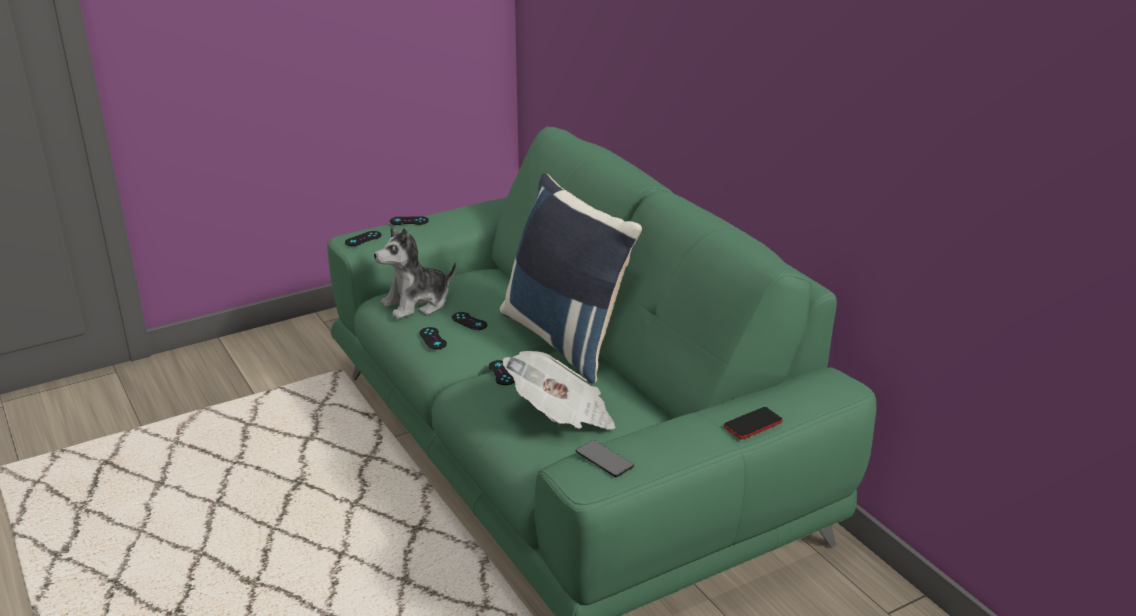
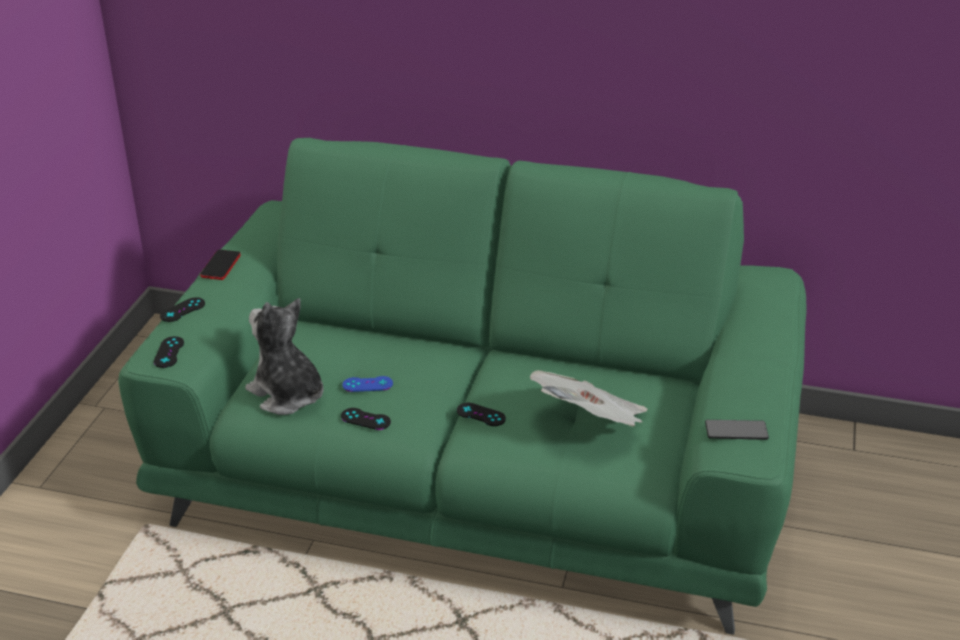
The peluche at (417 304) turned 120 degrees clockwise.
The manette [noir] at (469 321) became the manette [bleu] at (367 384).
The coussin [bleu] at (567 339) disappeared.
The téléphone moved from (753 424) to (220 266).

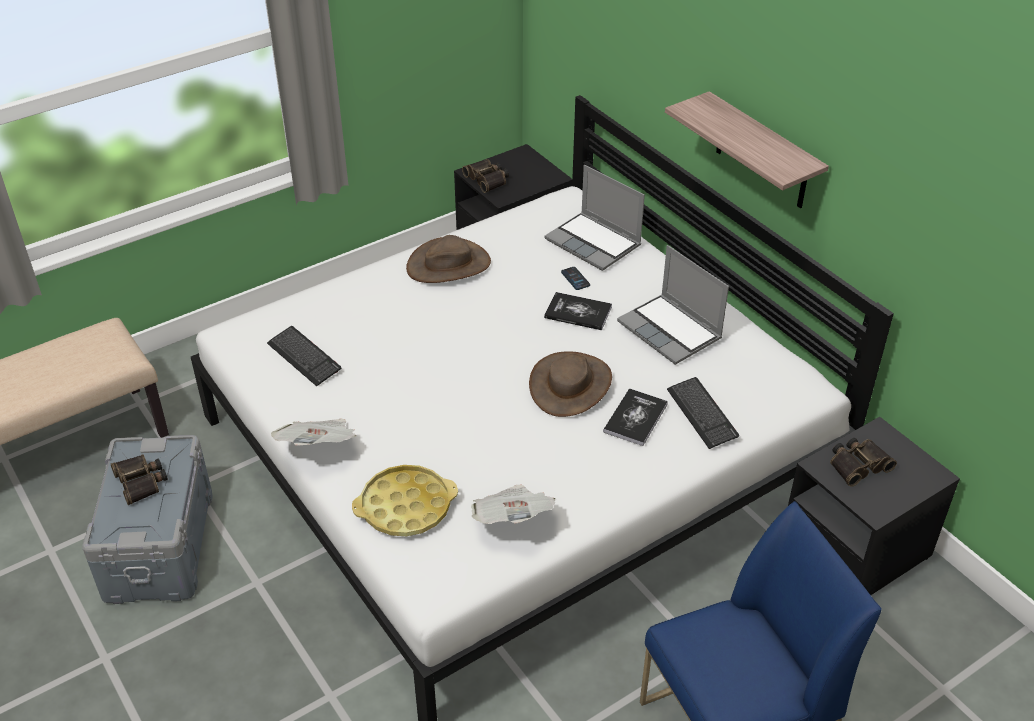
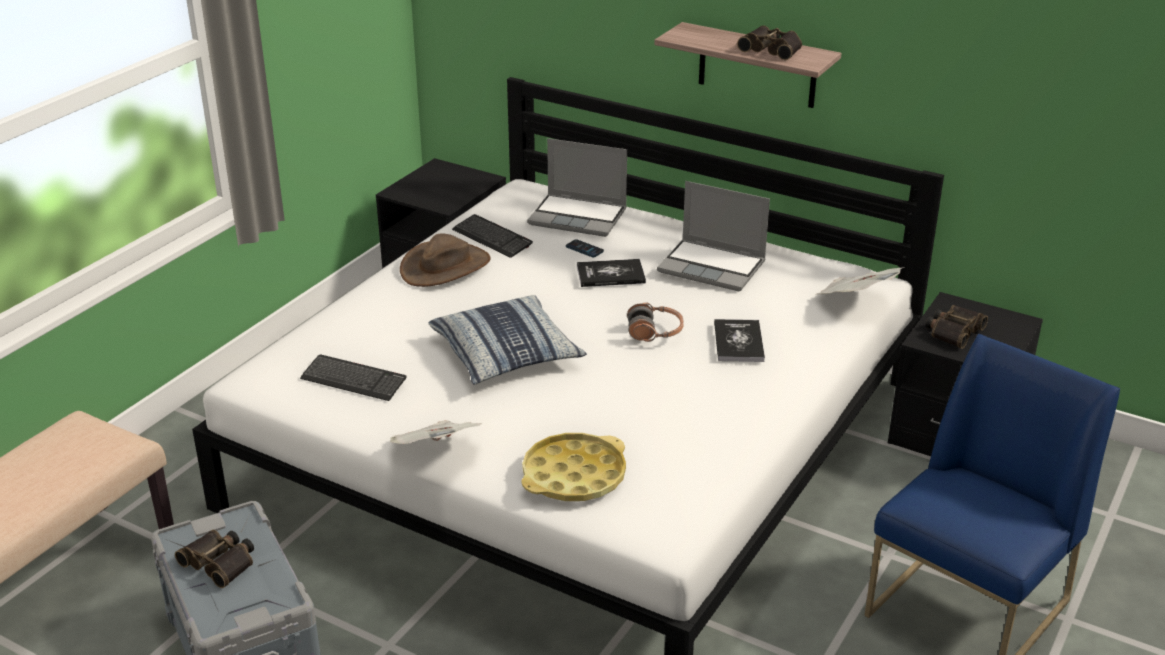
The jumelles moved from (487 179) to (772 49).
The journal moved from (512 520) to (856 300).
The chapeau [marron] at (571 385) was replaced by the casque audio at (655 332).
The clavier moved from (702 414) to (492 238).
The coussin at (506 354) appeared.

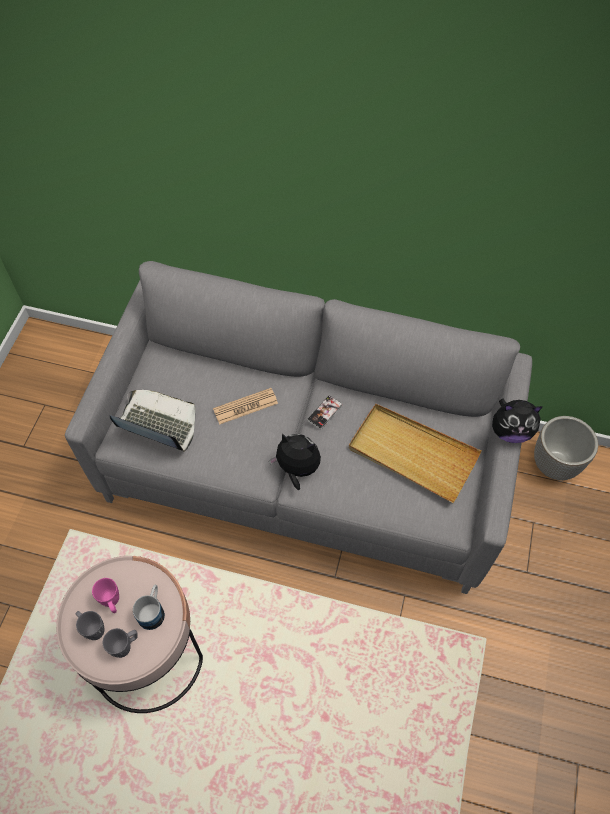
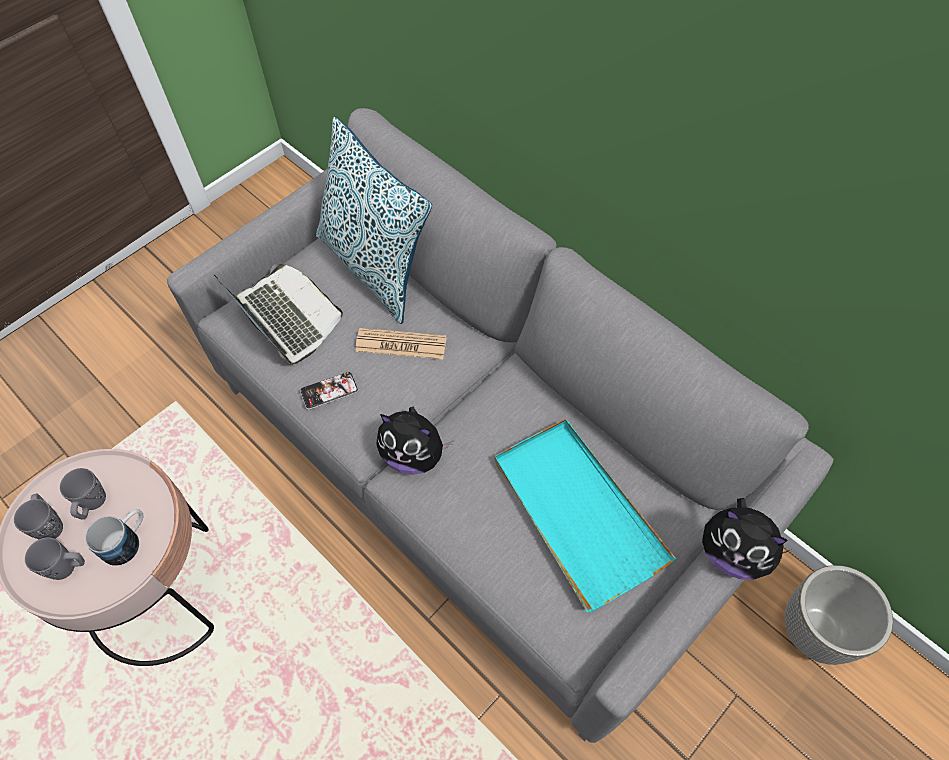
The mug [rose] at (112 602) became the mug [gris] at (92 504).
The peluche at (297 469) turned 150 degrees clockwise.
The téléphone moved from (325 412) to (329 391).
The plateau [beige] at (412 454) became the plateau [turquoise] at (576 512).
The coussin at (375 268) appeared.

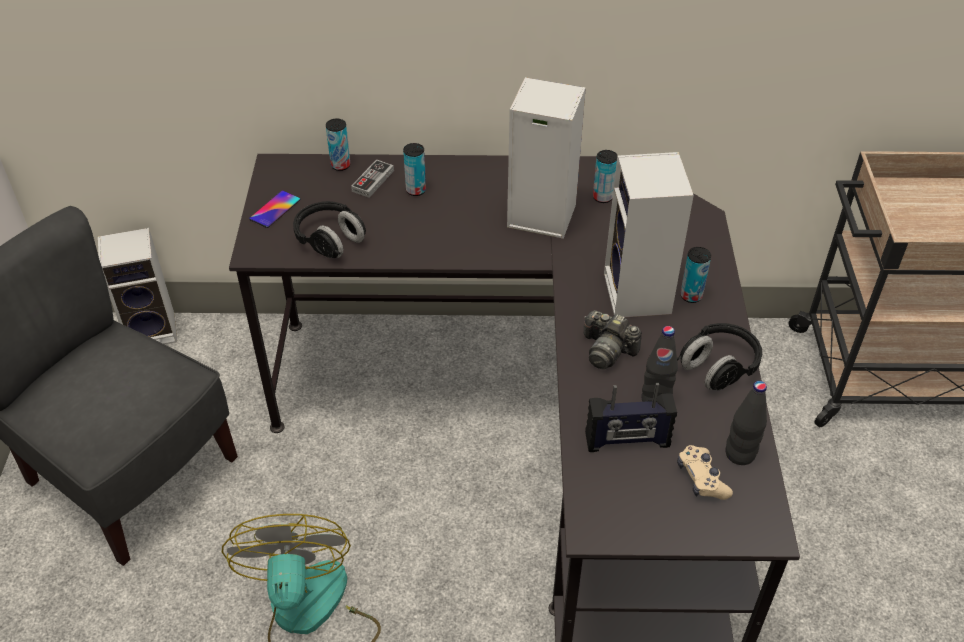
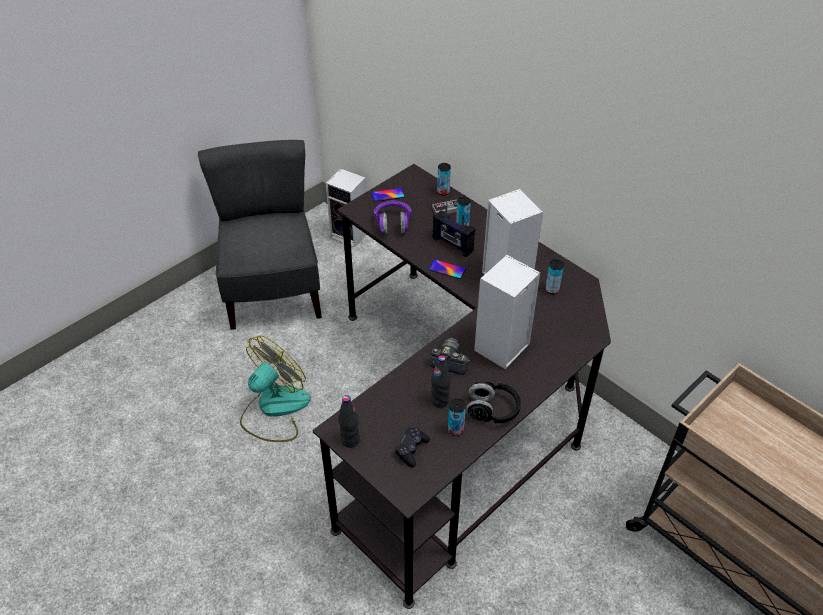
The casque audio [noir] at (330 240) became the casque audio [violet] at (393 225).
The appareil photo at (607 350) turned 120 degrees clockwise.
The radio moved from (627 441) to (452 245).
The manette [beige] at (701 479) became the manette [noir] at (411 449).
The boîte métallique moved from (691 296) to (455 430).
The bouteille [noir] moved from (740 454) to (350 440).
The téléphone at (447 269) appeared.

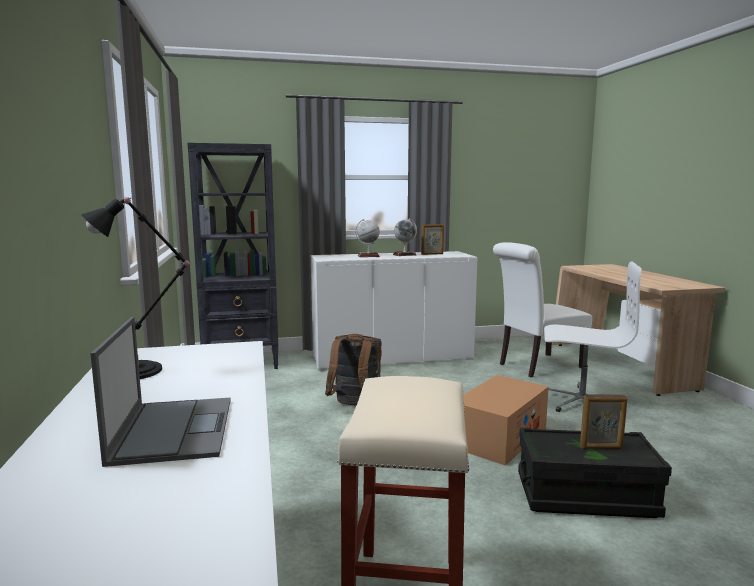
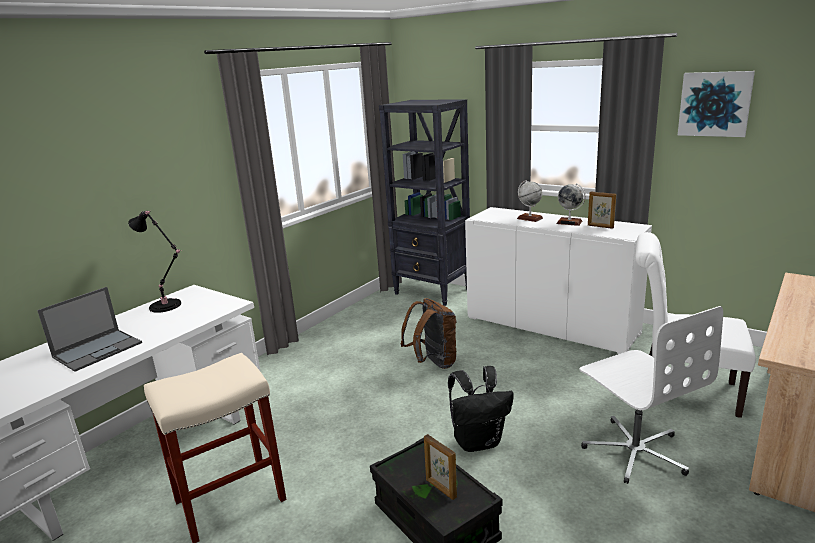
The carton at (499 437) was replaced by the sac à dos [noir] at (478 441).
The tableau at (714 104) appeared.

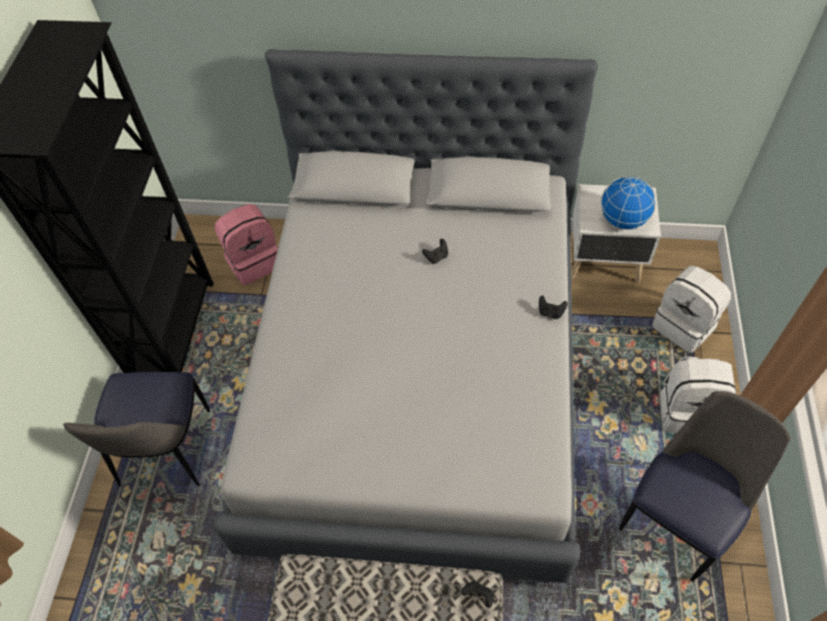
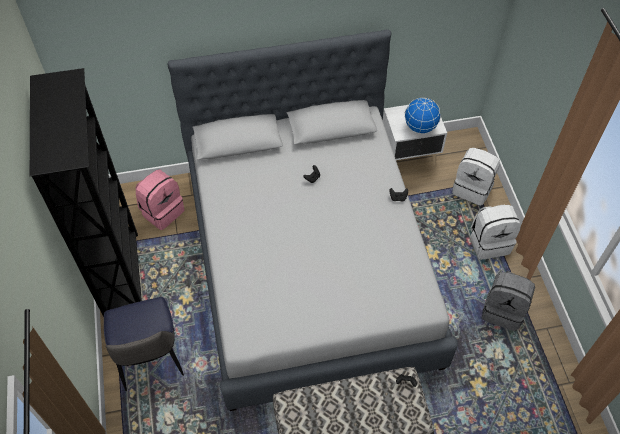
The chaise at (679 517) was replaced by the sac à dos [gris] at (503 310).

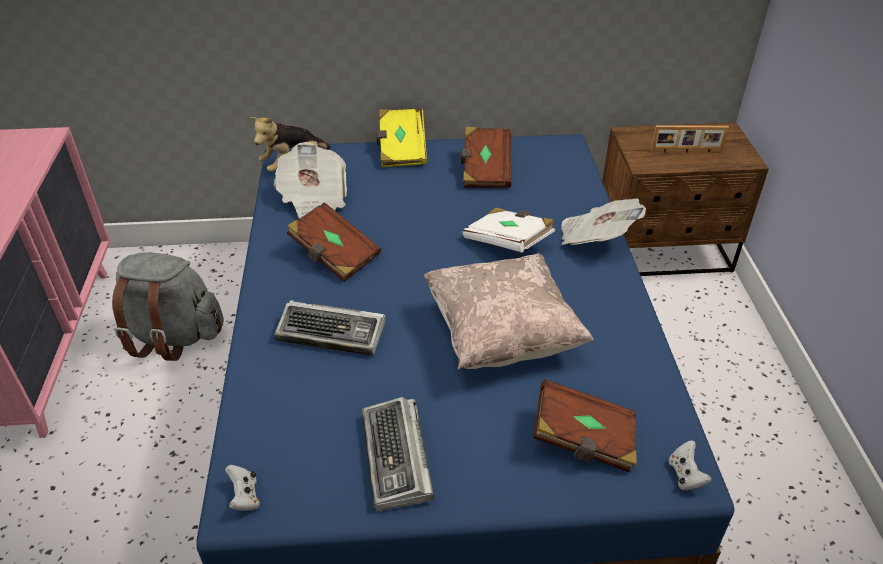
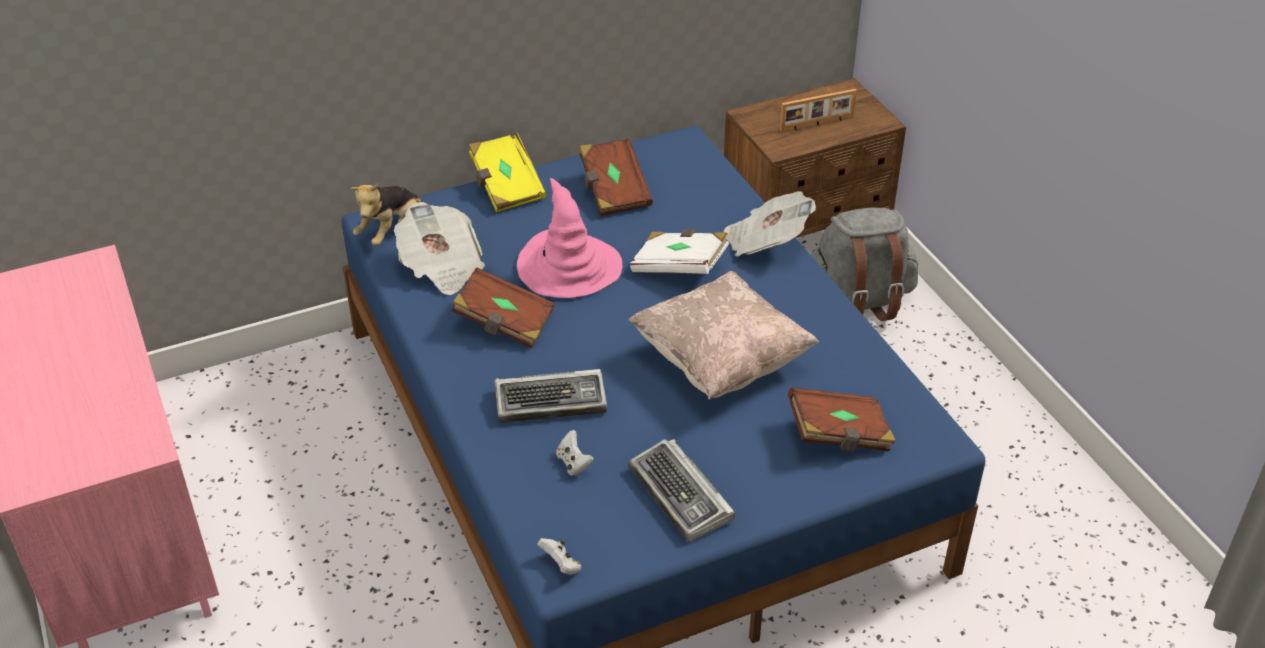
The sac à dos [gris] moved from (173 336) to (857 302).
The manette [blanc] moved from (685 475) to (573 463).
The chapeau [rose] at (568 268) appeared.

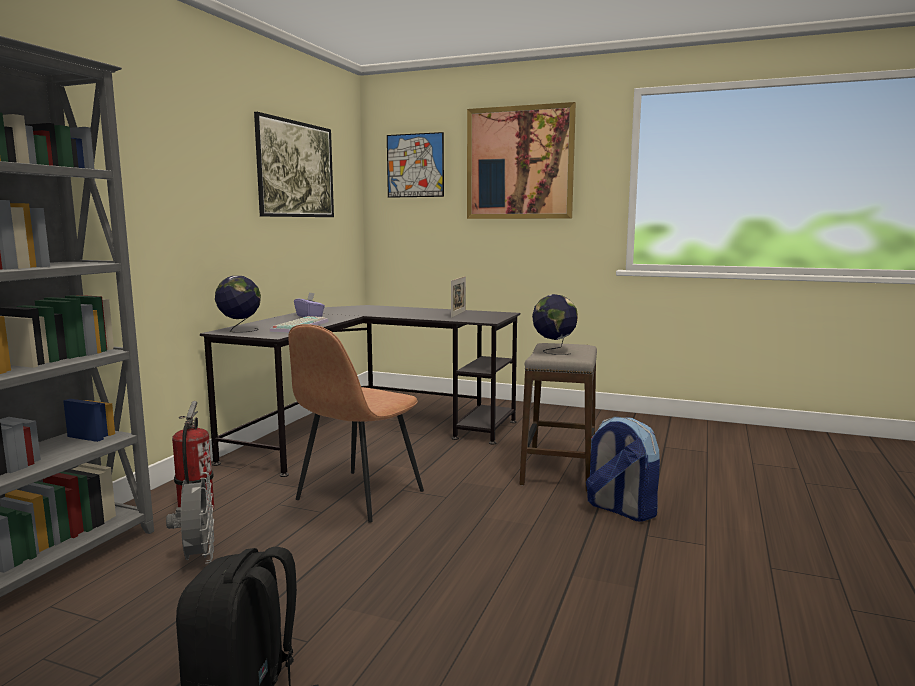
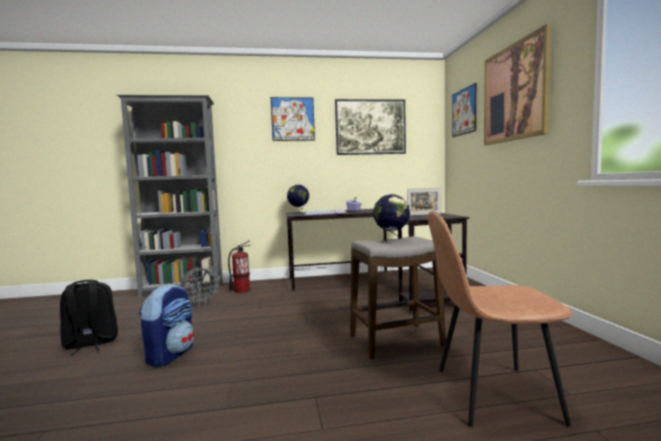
The chaise [marron] moved from (358 496) to (492 394).
The sac à dos moved from (620 509) to (170 355).
The tableau at (292 119) appeared.

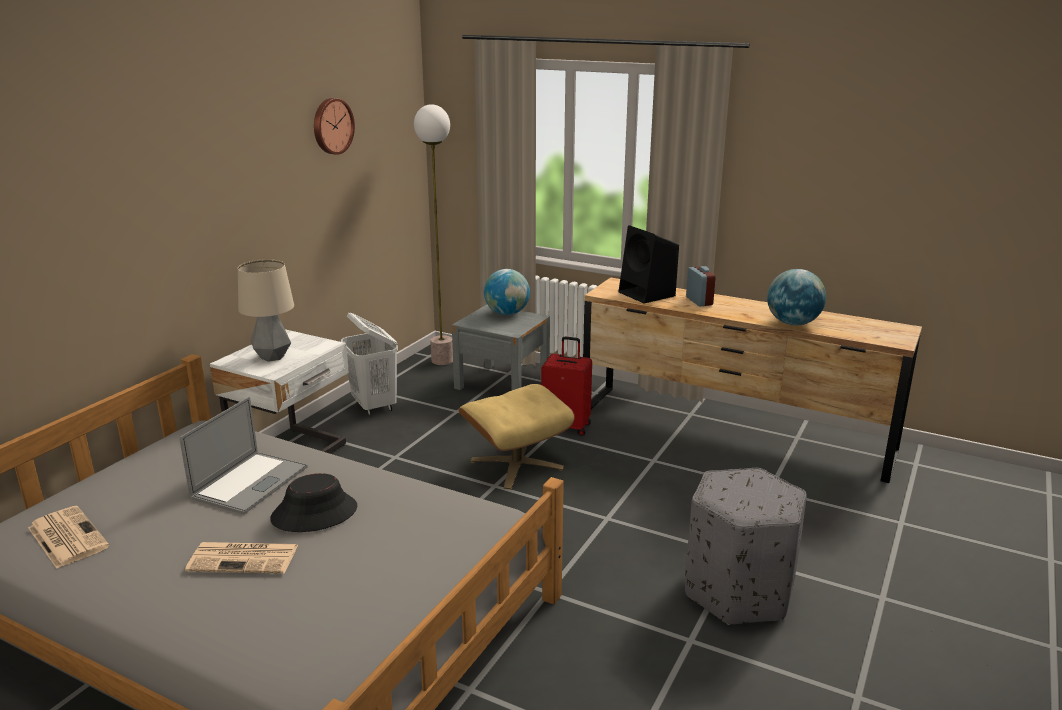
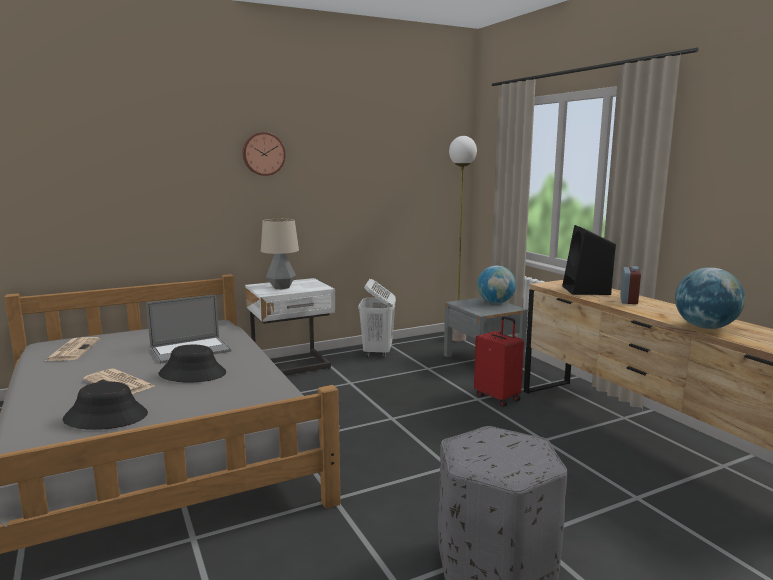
The horloge murale moved from (332 126) to (263 154).
The pouf [beige] at (516 464) disappeared.
The chapeau [noir] at (106 417) appeared.

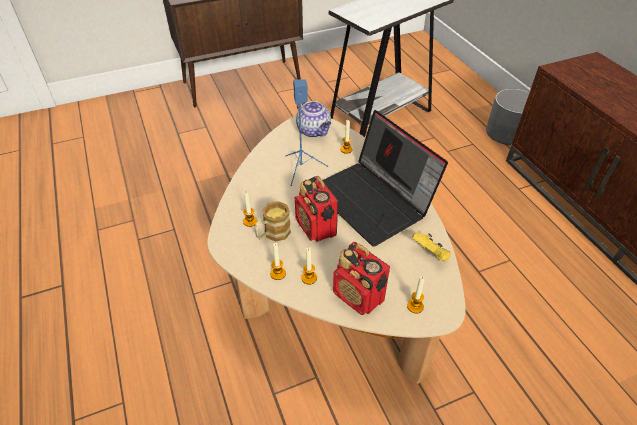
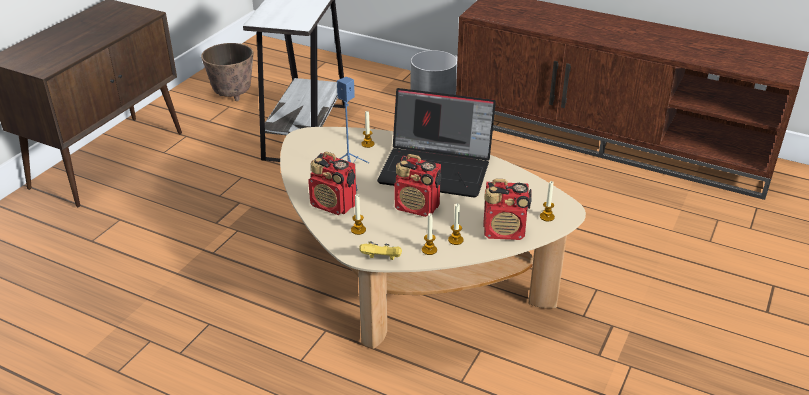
The mug at (272 234) disappeared.
The théière at (314 131) disappeared.
The manette [jaune] moved from (431 254) to (381 259).
The cache-pot at (232 95) appeared.
The radio at (334 205) appeared.

